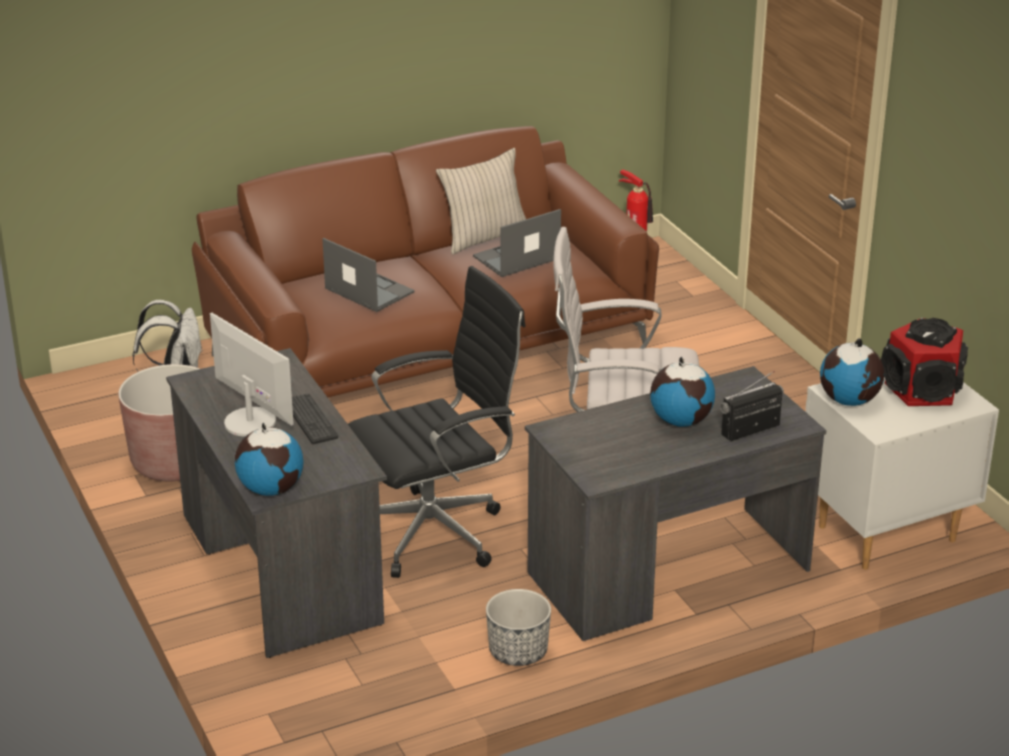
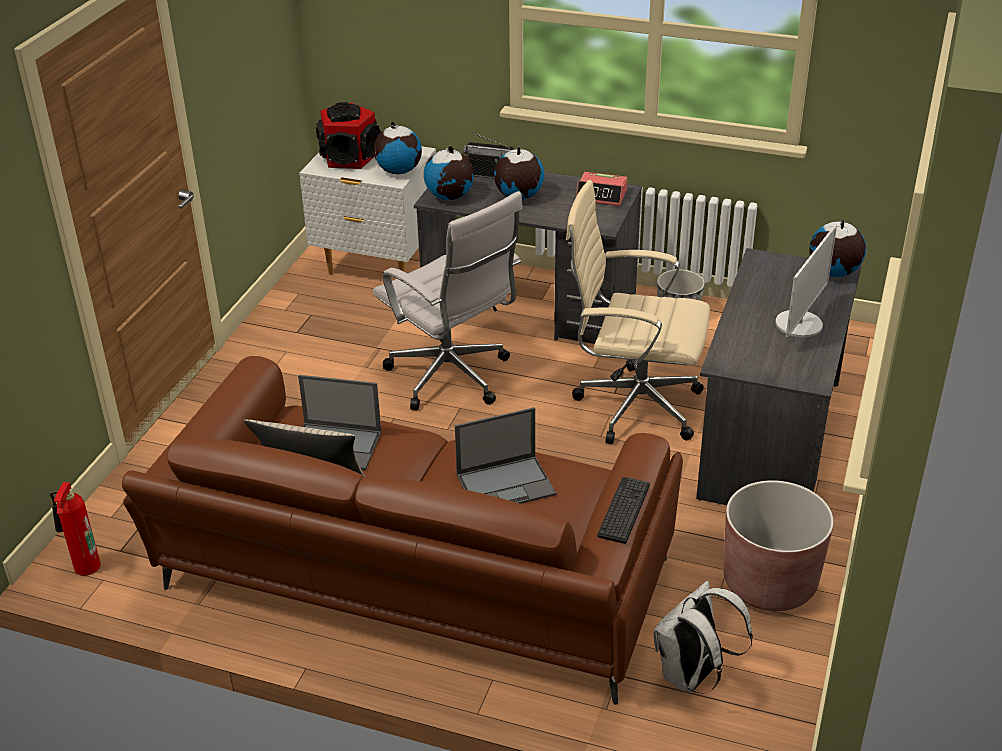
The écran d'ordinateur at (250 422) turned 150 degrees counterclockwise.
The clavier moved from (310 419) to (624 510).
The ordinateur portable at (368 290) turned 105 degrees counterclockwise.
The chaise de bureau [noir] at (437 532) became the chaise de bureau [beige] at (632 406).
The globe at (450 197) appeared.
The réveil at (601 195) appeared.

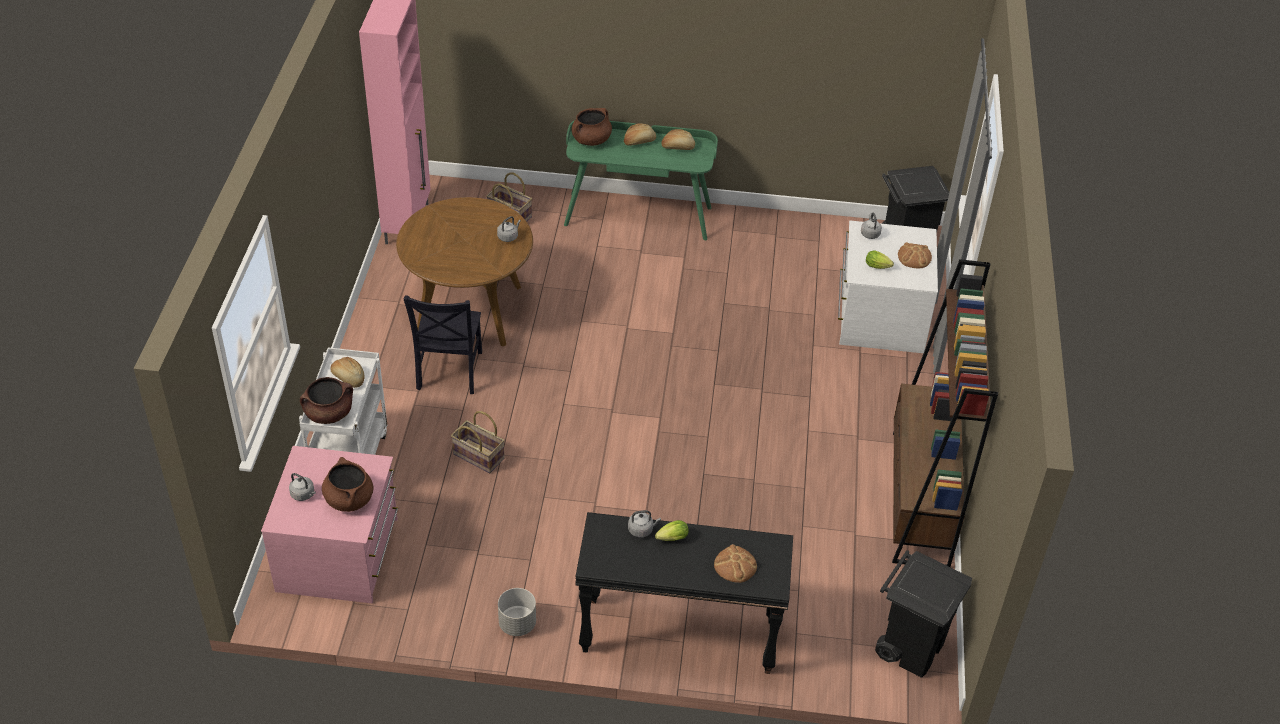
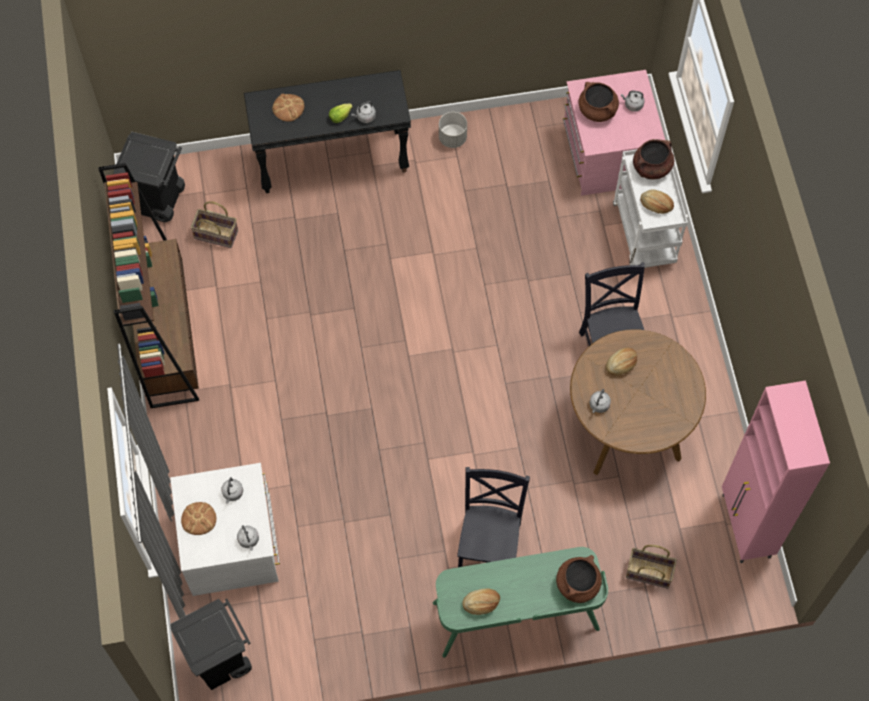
The panier moved from (478 456) to (216 234).
The pain moved from (639 141) to (621 364).
The laitue at (878 267) was replaced by the bouilloire [gris] at (232 493).
The chaise [noir] at (489 545) appeared.

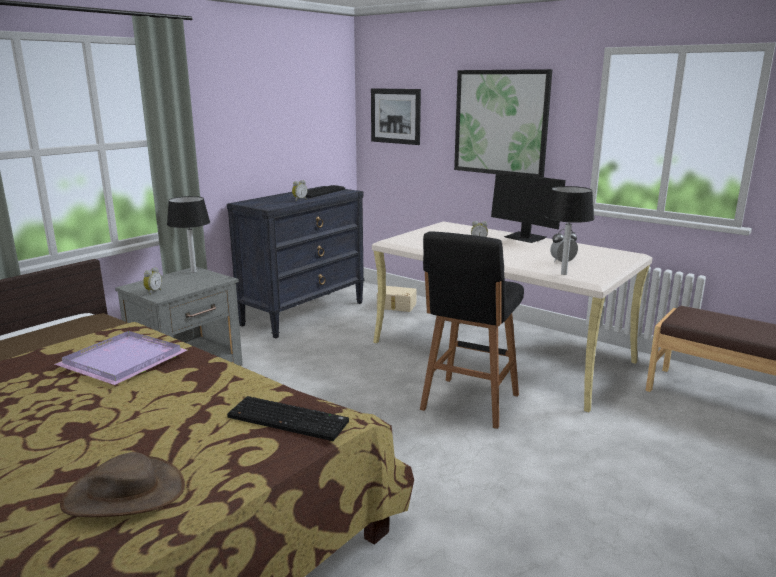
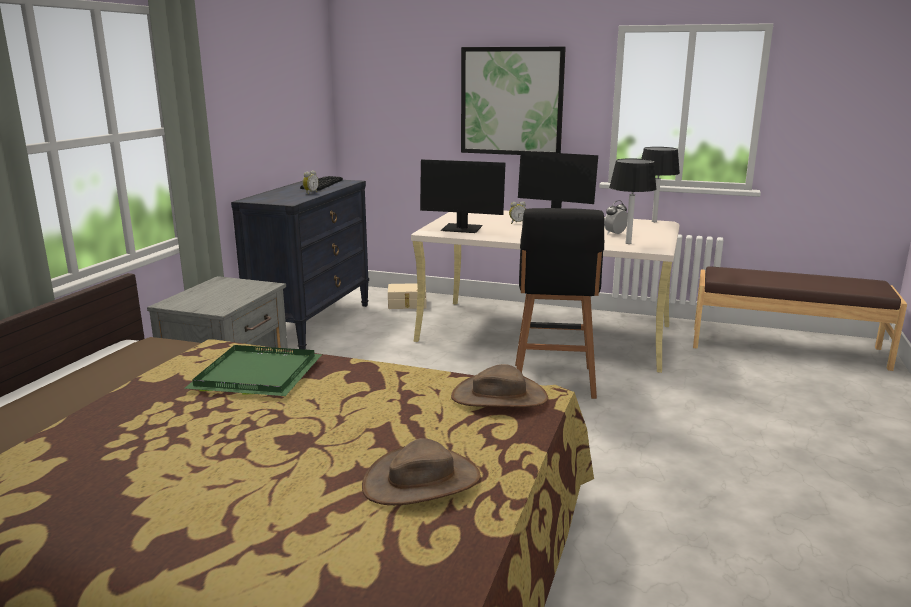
The plateau [violet] at (126 360) became the plateau [vert] at (259 374).
The réveil at (152 292) disappeared.
The lampe de table [noir] moved from (193 272) to (654 221).
The clavier at (290 419) was replaced by the chapeau [marron] at (499 397).
The tableau at (395 116) disappeared.
The écran d'ordinateur at (462 229) appeared.

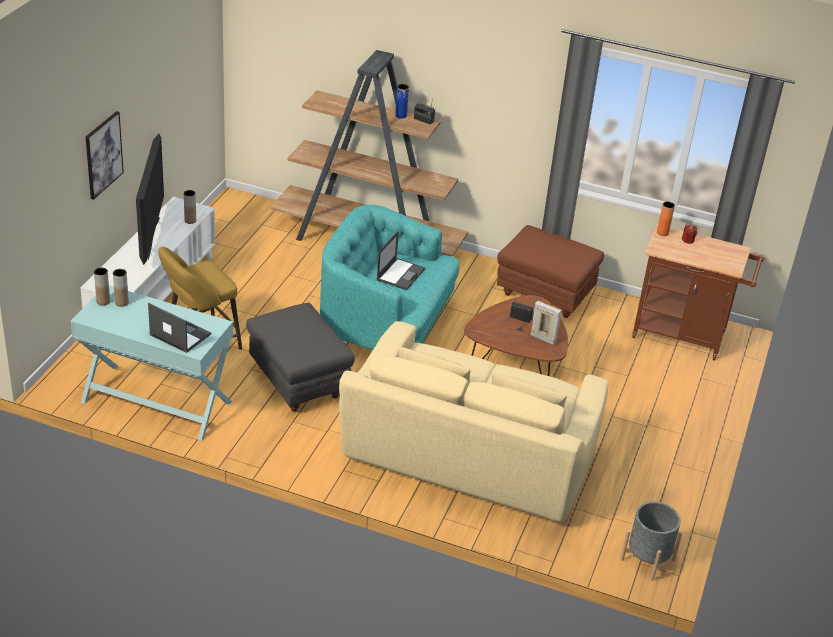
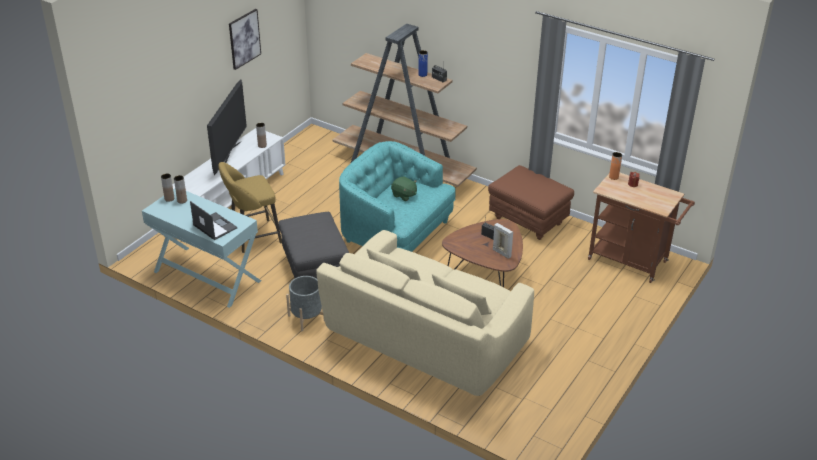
The tableau moved from (103 154) to (244 39).
The ordinateur portable at (400 274) was replaced by the peluche [vert] at (404 195).
The cache-pot [gris] moved from (647 560) to (307 318).

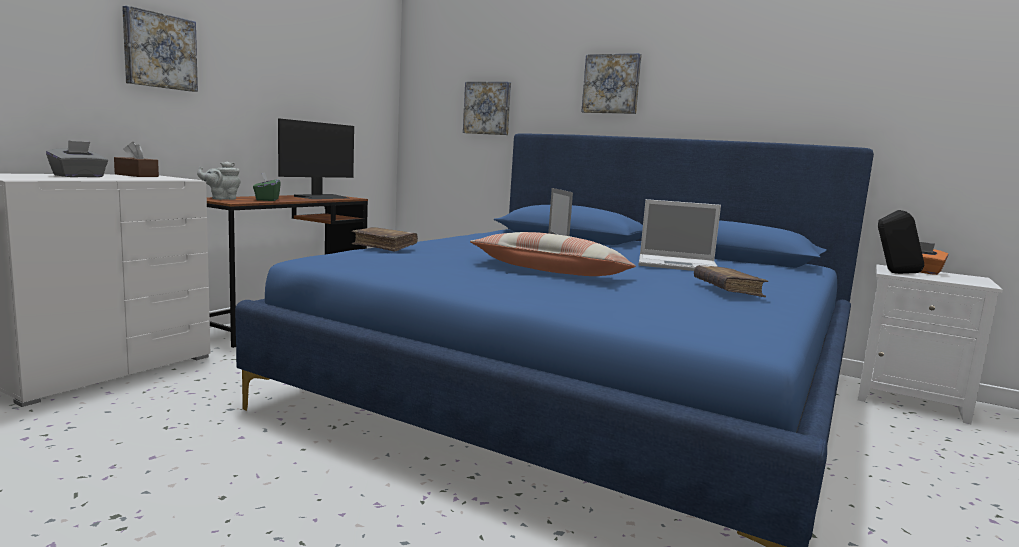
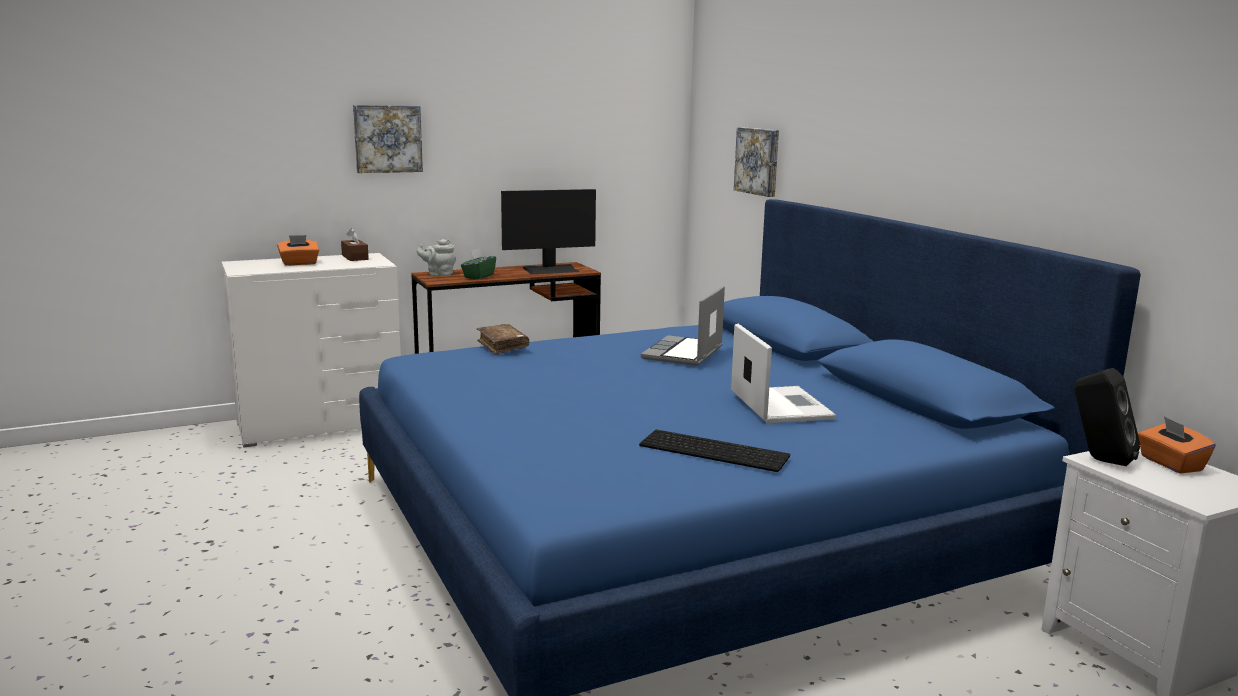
The boîte à mouchoirs [gris] at (79 176) became the boîte à mouchoirs [orange] at (299 263).
The coussin at (551 272) disappeared.
The tableau at (612 84) disappeared.
The ordinateur portable at (679 264) turned 150 degrees counterclockwise.
The livre [marron] at (727 290) was replaced by the clavier at (716 450).

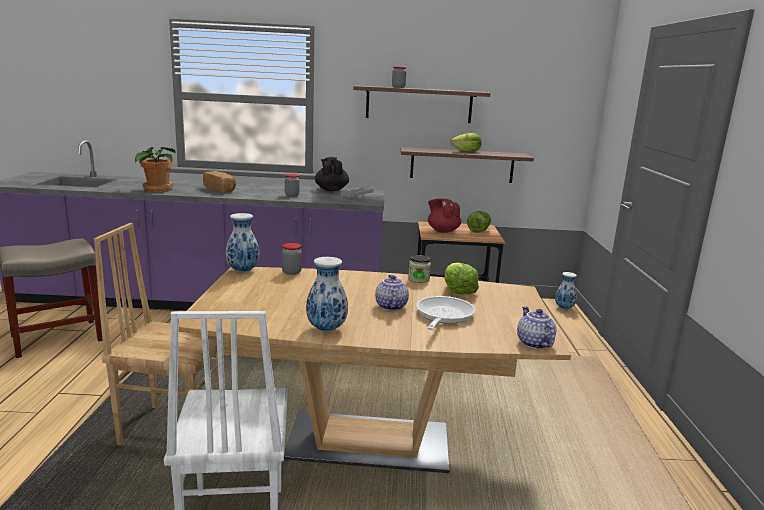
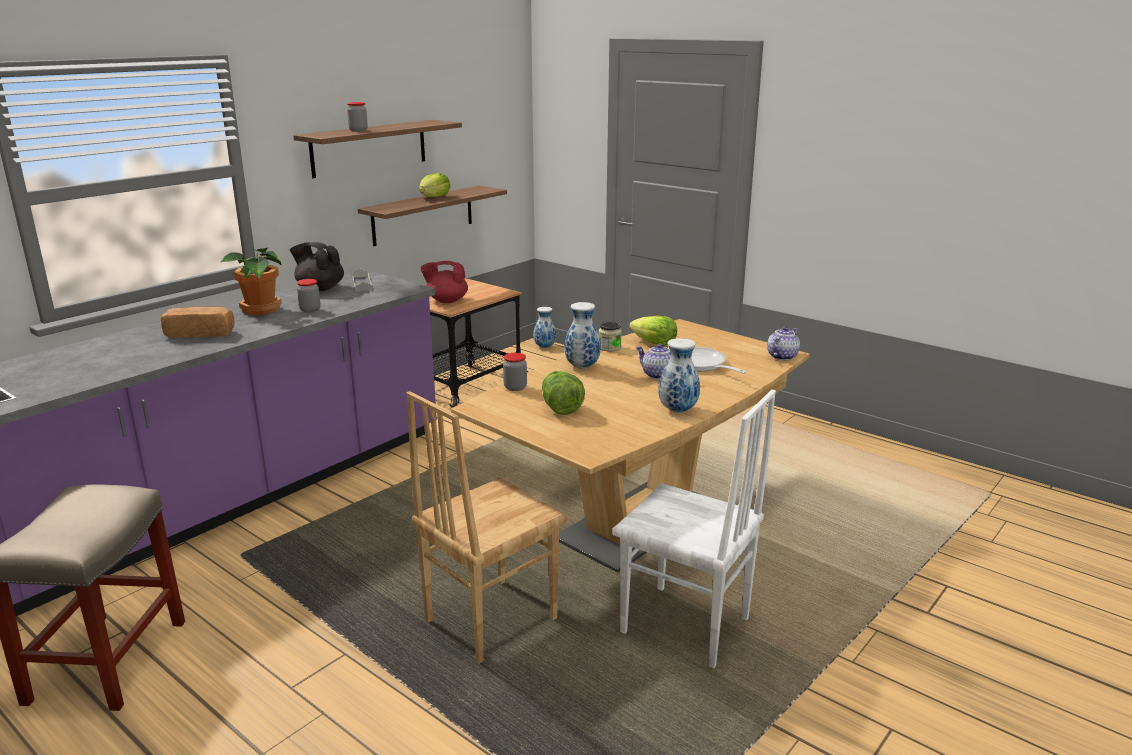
The plante en pot moved from (157 190) to (260 310).
The vase moved from (243 271) to (581 366).
The laitue moved from (479 230) to (560 408).
The théière at (533 343) turned 105 degrees clockwise.

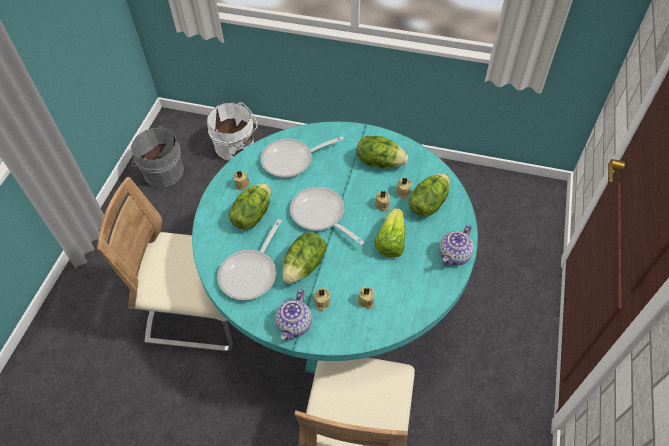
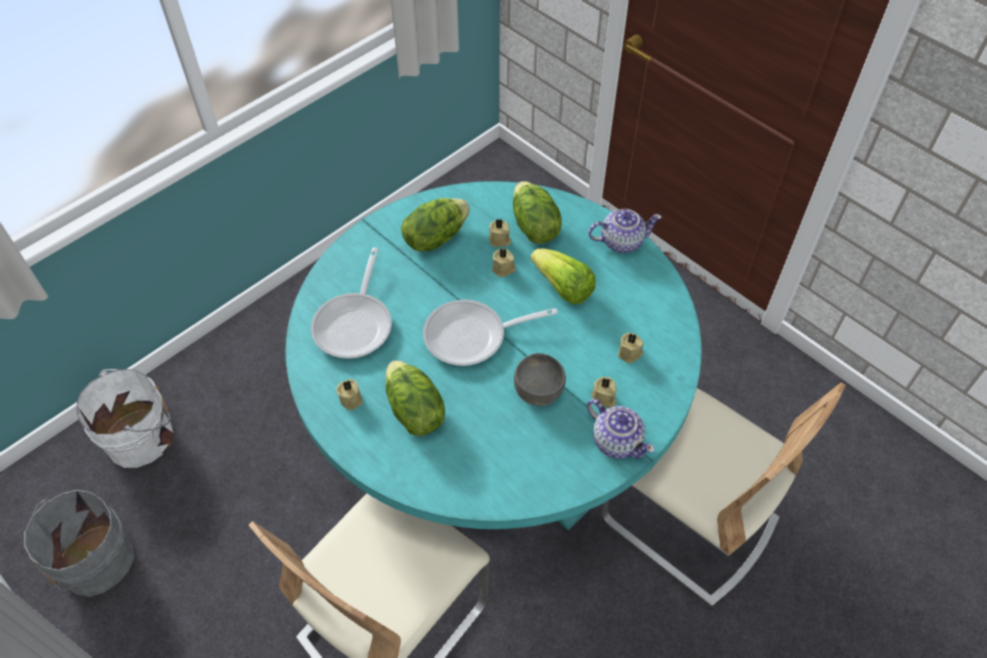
The poêle at (251 273) disappeared.
The laitue at (305 266) was replaced by the bol [gris] at (538 390).
The théière at (455 255) turned 75 degrees counterclockwise.

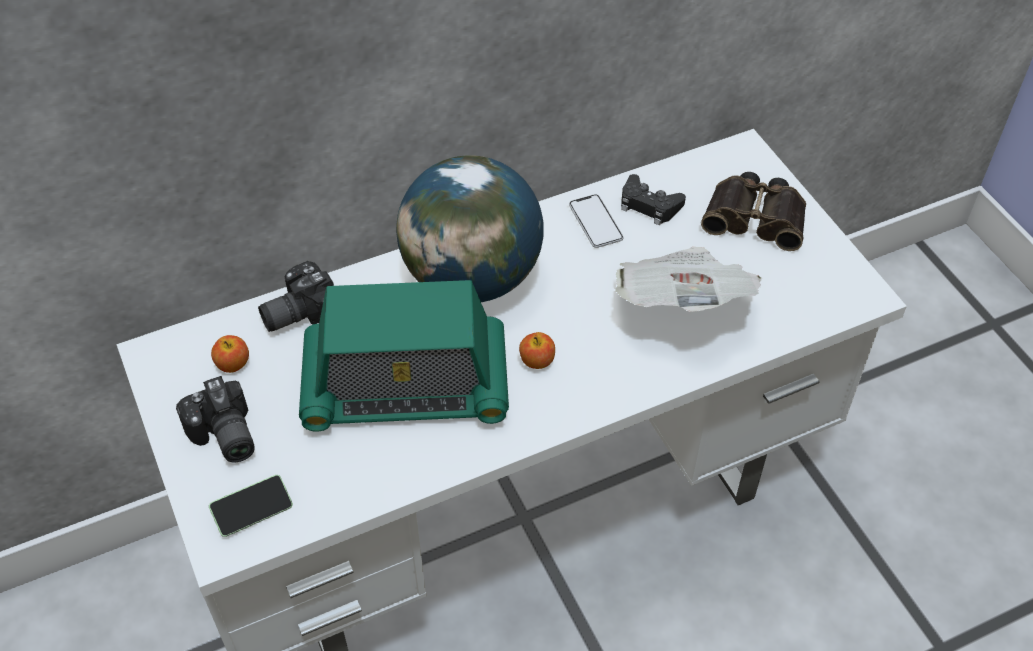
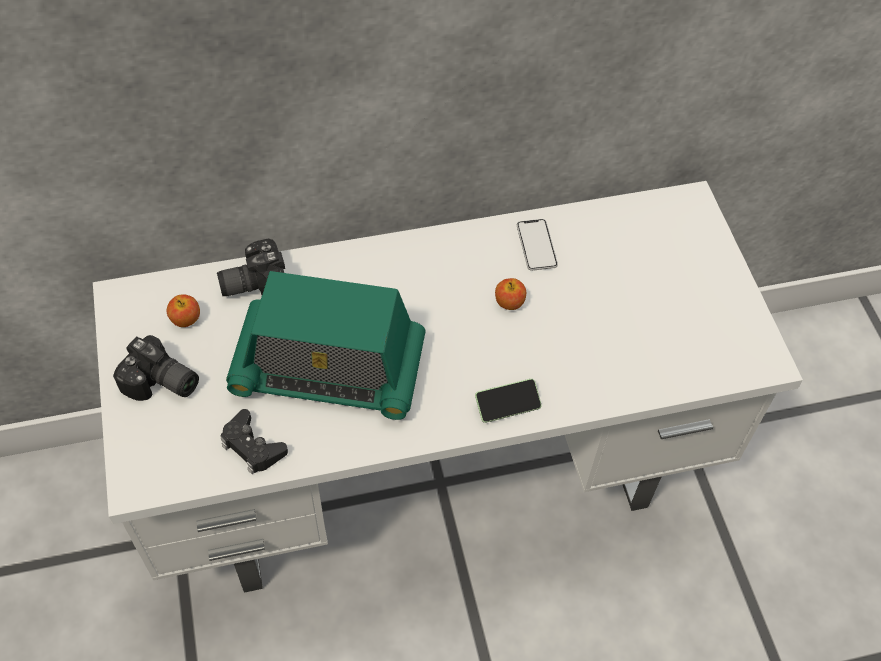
The appareil photo at (222 437) turned 45 degrees counterclockwise.
The téléphone moved from (253 511) to (507 405).
The globe at (472 276) disappeared.
The pomme moved from (537 361) to (509 302).
The journal at (682 304) disappeared.
The manette [noir] moved from (649 205) to (252 446).
The jumelles at (756 217) disappeared.

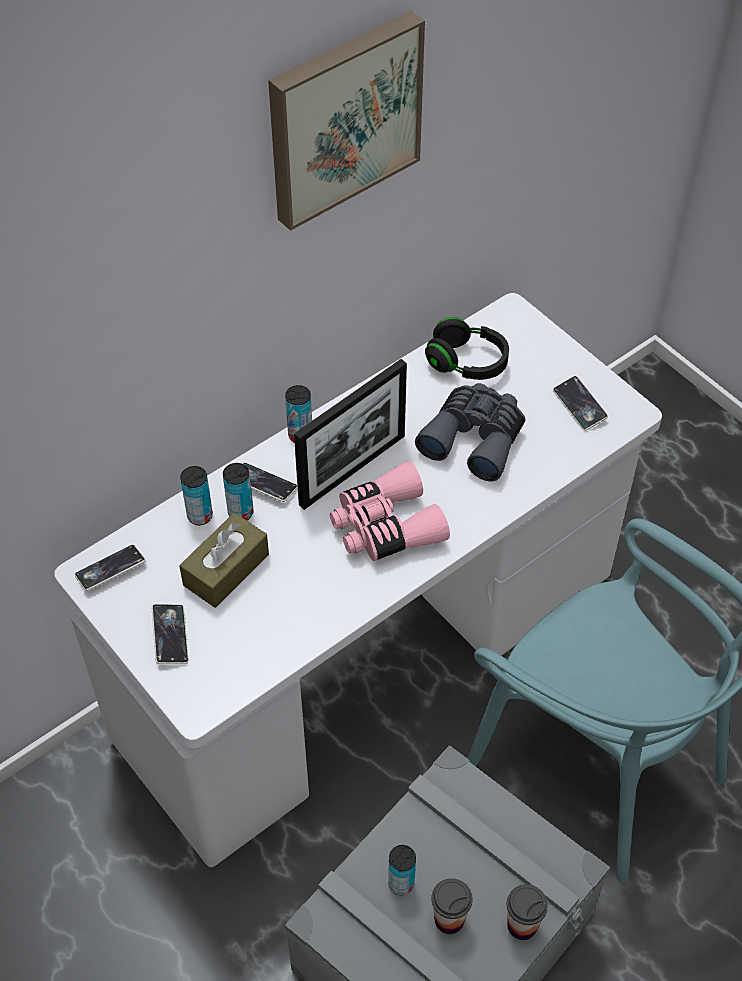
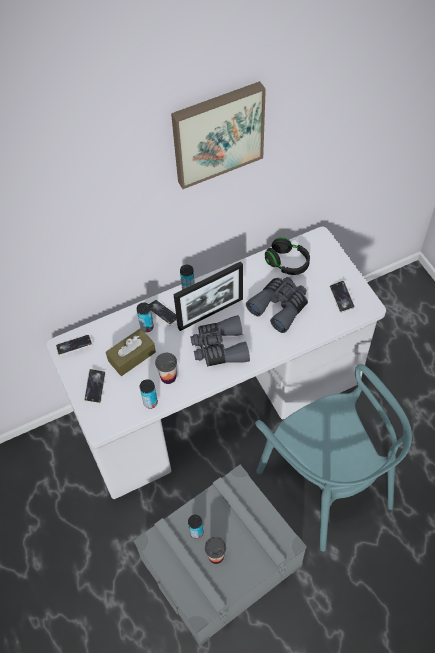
The boîte métallique moved from (200 516) to (150 402).
The jumelles [rose] at (385 526) became the jumelles [gris] at (219 347).
The tasse moved from (522 925) to (168 377).

